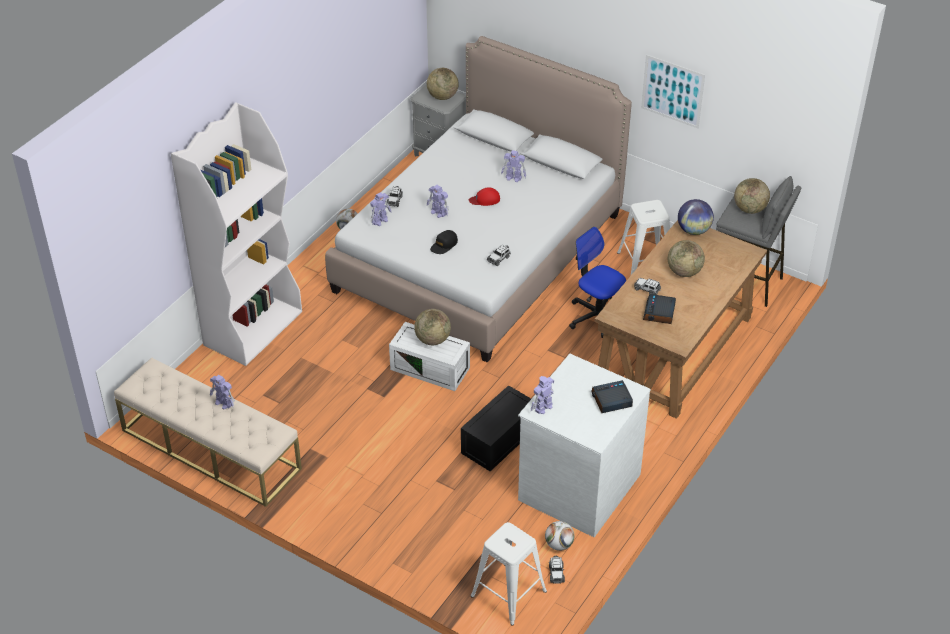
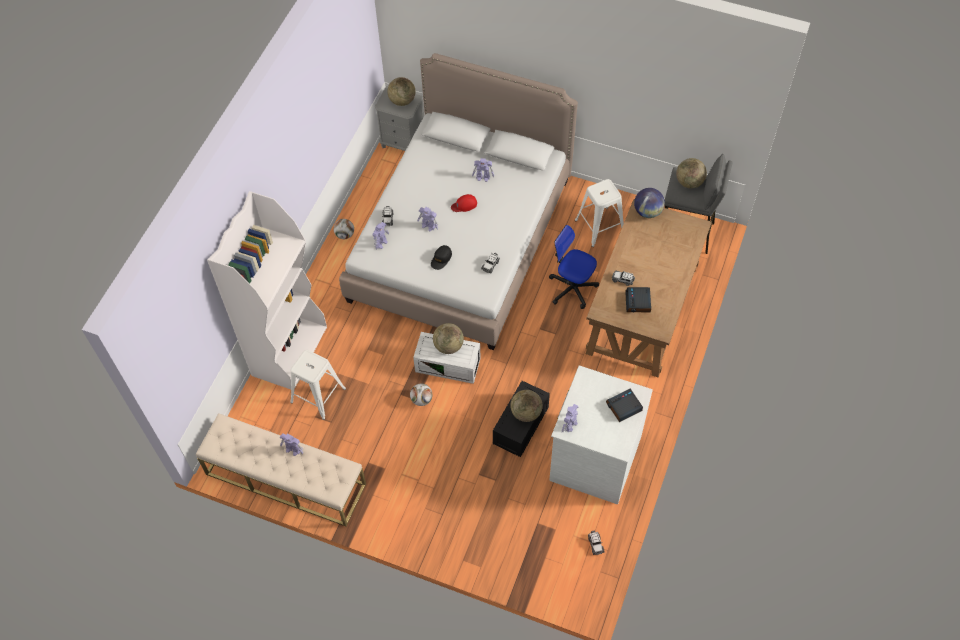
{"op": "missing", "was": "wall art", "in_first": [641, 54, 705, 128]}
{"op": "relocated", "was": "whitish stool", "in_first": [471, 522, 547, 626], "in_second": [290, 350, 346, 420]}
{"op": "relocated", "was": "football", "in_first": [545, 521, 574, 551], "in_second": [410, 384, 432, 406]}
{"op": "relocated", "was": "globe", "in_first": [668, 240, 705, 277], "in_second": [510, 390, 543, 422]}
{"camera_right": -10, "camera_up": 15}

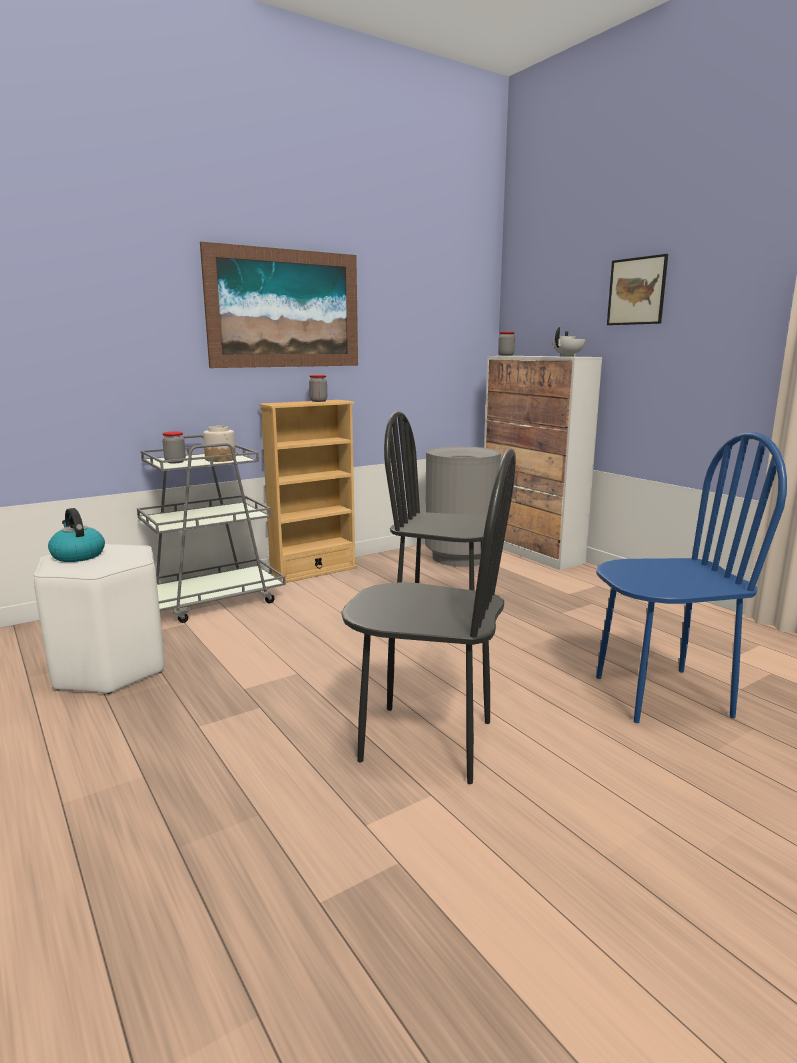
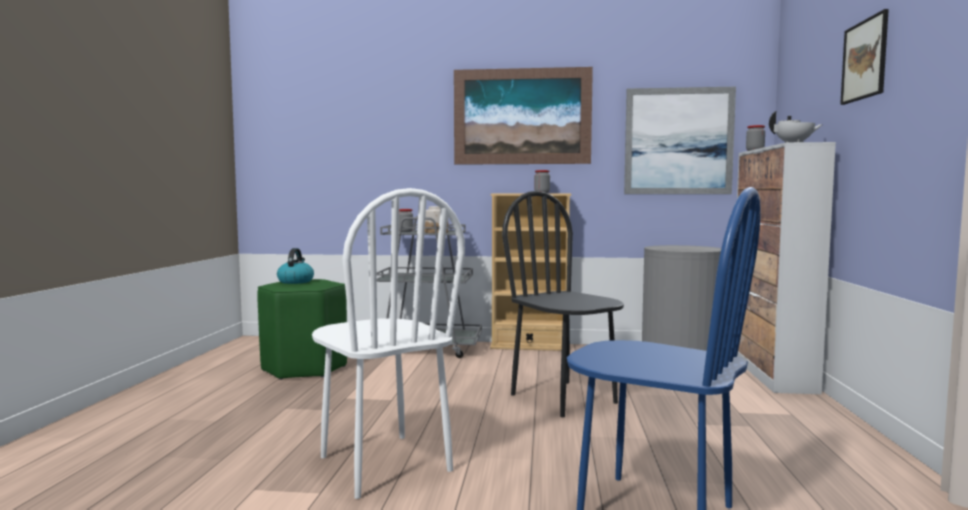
{"op": "appeared", "now": "wall art", "in_second": [624, 87, 736, 194]}
{"op": "colour", "was": "whitish stool", "now": "green stool", "in_first": [34, 544, 164, 694], "in_second": [257, 279, 347, 380]}
{"op": "colour", "was": "blackish upright chair", "now": "whitish upright chair", "in_first": [341, 449, 516, 784], "in_second": [312, 188, 465, 499]}
{"camera_right": 40, "camera_up": -10}

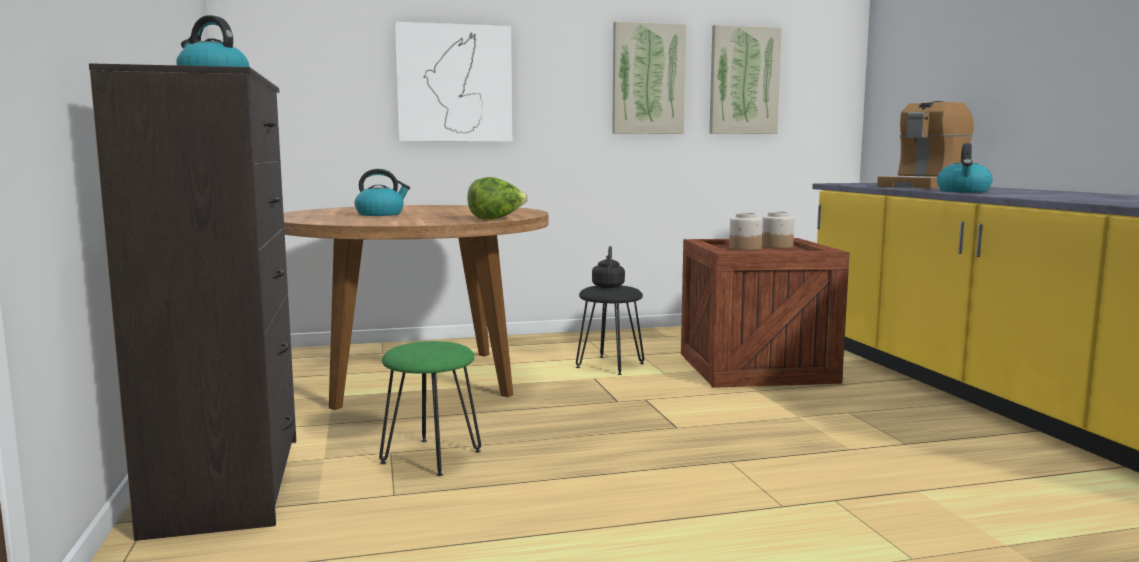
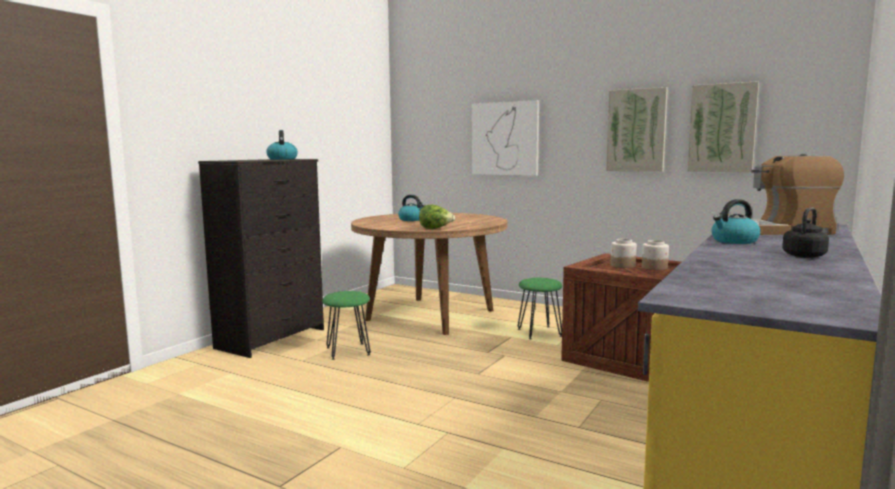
{"op": "relocated", "was": "blackish water kettle", "in_first": [592, 246, 625, 288], "in_second": [782, 208, 829, 258]}
{"op": "colour", "was": "blackish stool", "now": "green stool", "in_first": [576, 285, 644, 375], "in_second": [518, 278, 562, 339]}
{"camera_right": 45, "camera_up": 0}

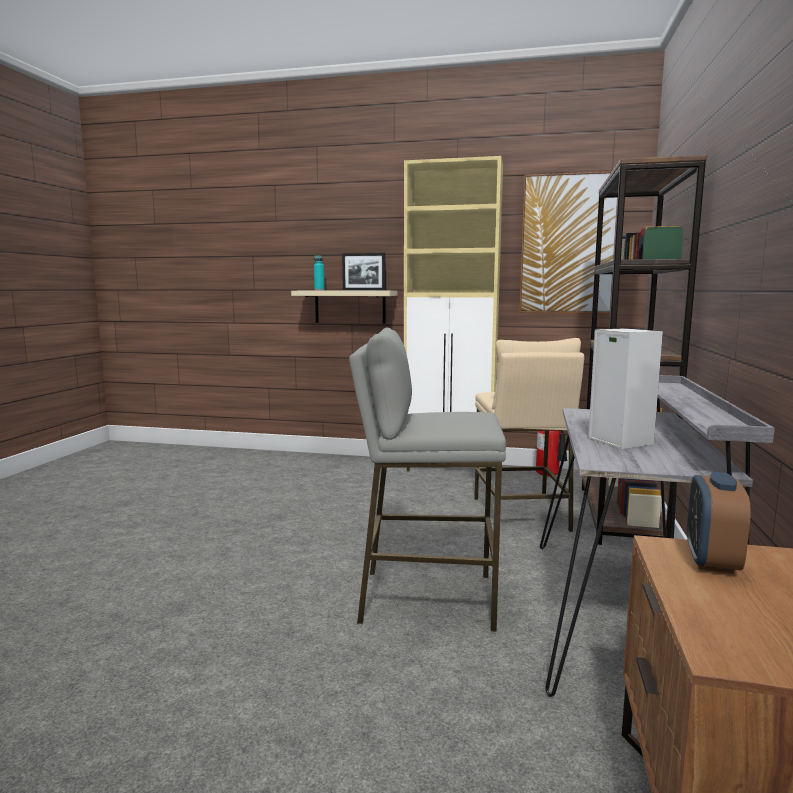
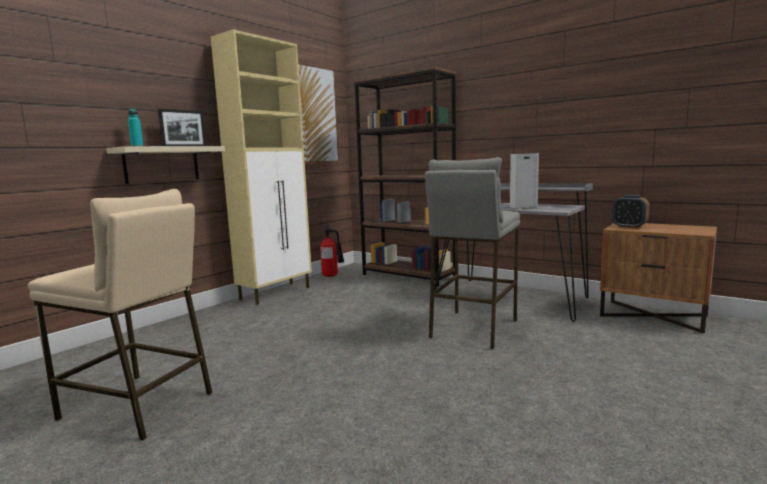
{"op": "relocated", "was": "beige stool", "in_first": [474, 338, 584, 532], "in_second": [28, 189, 212, 441]}
{"camera_right": -65, "camera_up": 0}

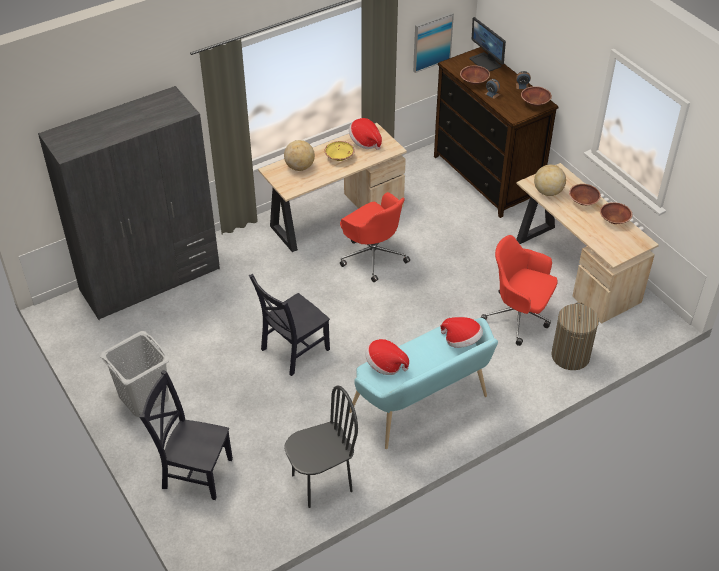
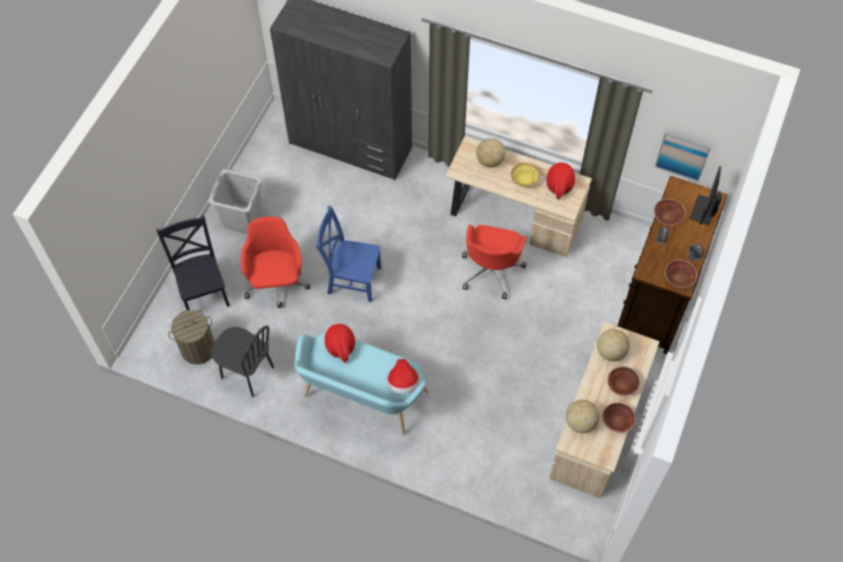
{"op": "appeared", "now": "globe", "in_second": [566, 400, 600, 433]}
{"op": "relocated", "was": "reddish office chair", "in_first": [480, 235, 557, 346], "in_second": [241, 216, 310, 308]}
{"op": "relocated", "was": "washing basket", "in_first": [551, 302, 599, 370], "in_second": [168, 310, 215, 365]}
{"op": "colour", "was": "blackish upright chair", "now": "blue upright chair", "in_first": [249, 274, 330, 376], "in_second": [316, 206, 381, 302]}
{"camera_right": 55, "camera_up": 15}

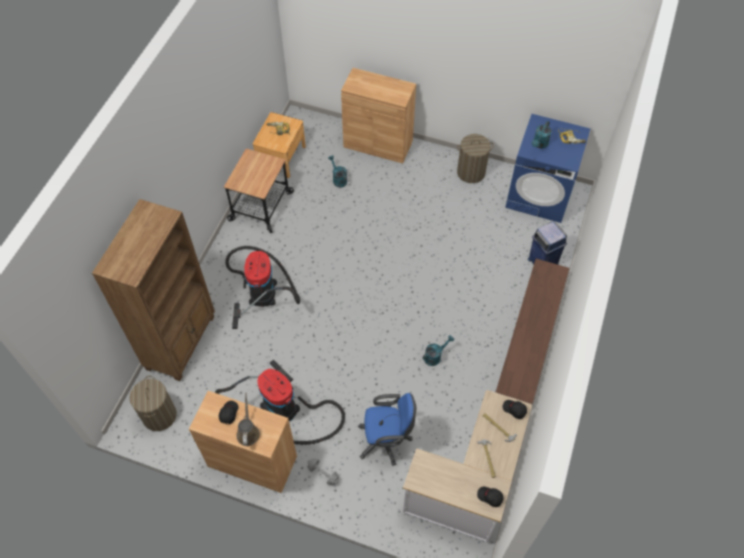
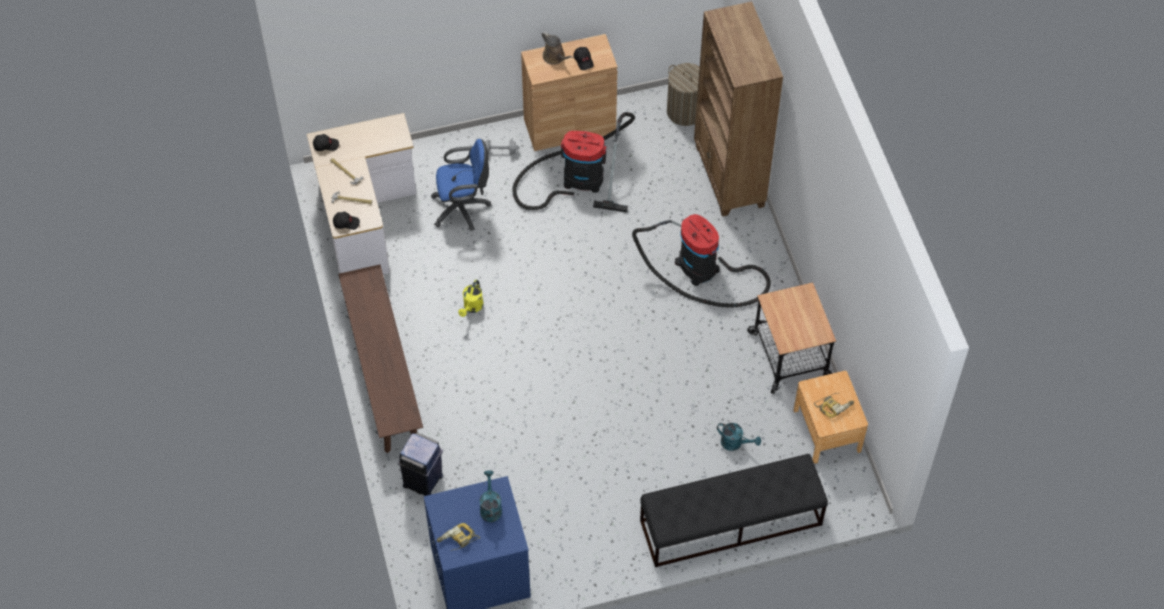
{"op": "missing", "was": "washing basket", "in_first": [457, 134, 494, 183]}
{"op": "exchanged", "was": "brown storage cabinet", "now": "blackish bench", "in_first": [341, 68, 416, 164], "in_second": [640, 454, 828, 567]}
{"op": "colour", "was": "turquoise sprinkling can", "now": "yellow-coloured sprinkling can", "in_first": [423, 335, 454, 366], "in_second": [458, 279, 483, 317]}
{"op": "spun", "was": "blue office chair", "in_first": [358, 393, 416, 466], "in_second": [431, 139, 491, 231], "clockwise": -150}
{"camera_right": 145, "camera_up": 0}

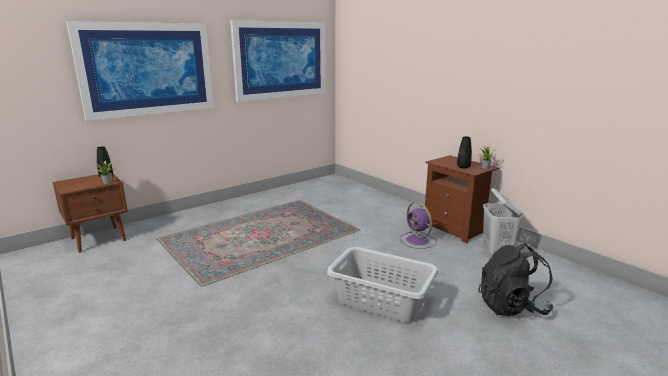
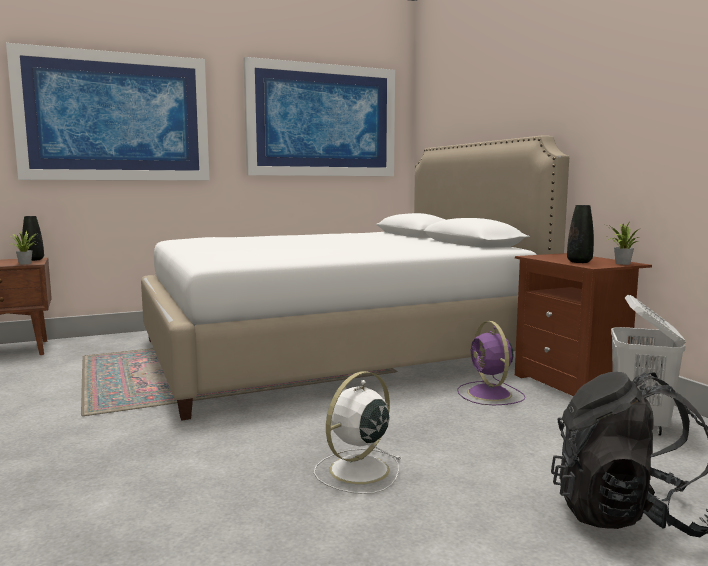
{"op": "appeared", "now": "whitish sleeping bed", "in_second": [141, 135, 569, 421]}
{"op": "exchanged", "was": "grey washing basket", "now": "whitish cooling fan", "in_first": [327, 247, 438, 323], "in_second": [314, 371, 402, 494]}
{"camera_right": 15, "camera_up": -10}

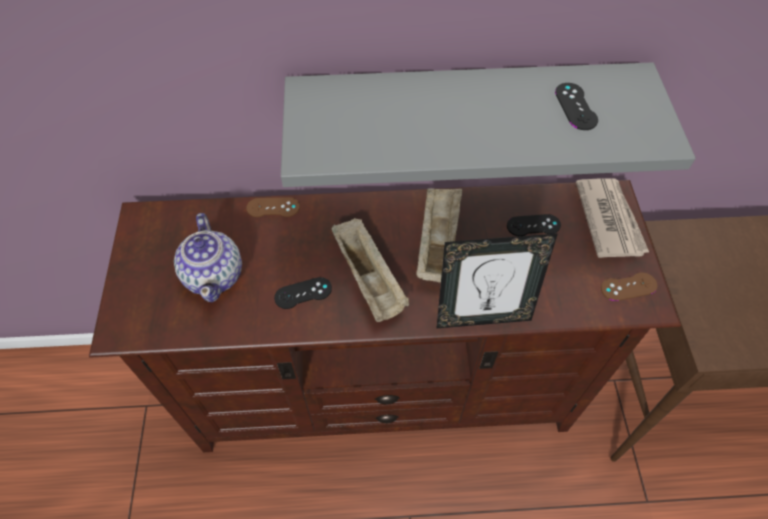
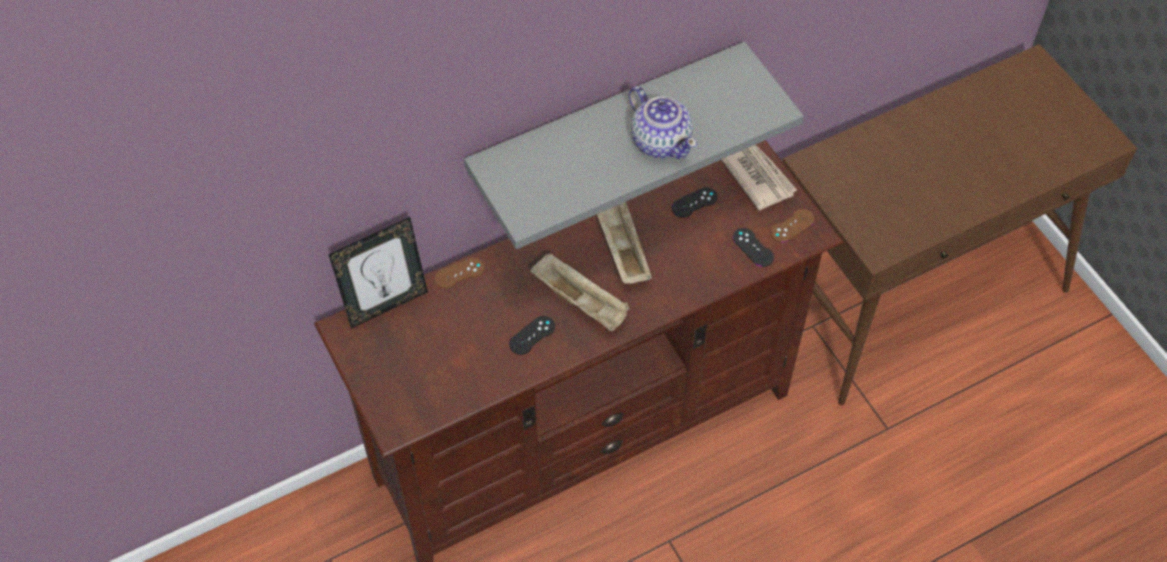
{"op": "relocated", "was": "teapot", "in_first": [174, 213, 242, 302], "in_second": [629, 86, 697, 159]}
{"op": "relocated", "was": "picture frame", "in_first": [436, 233, 558, 329], "in_second": [328, 217, 428, 328]}
{"op": "relocated", "was": "blackish game controller", "in_first": [555, 83, 598, 130], "in_second": [733, 228, 774, 267]}
{"camera_right": -25, "camera_up": 0}

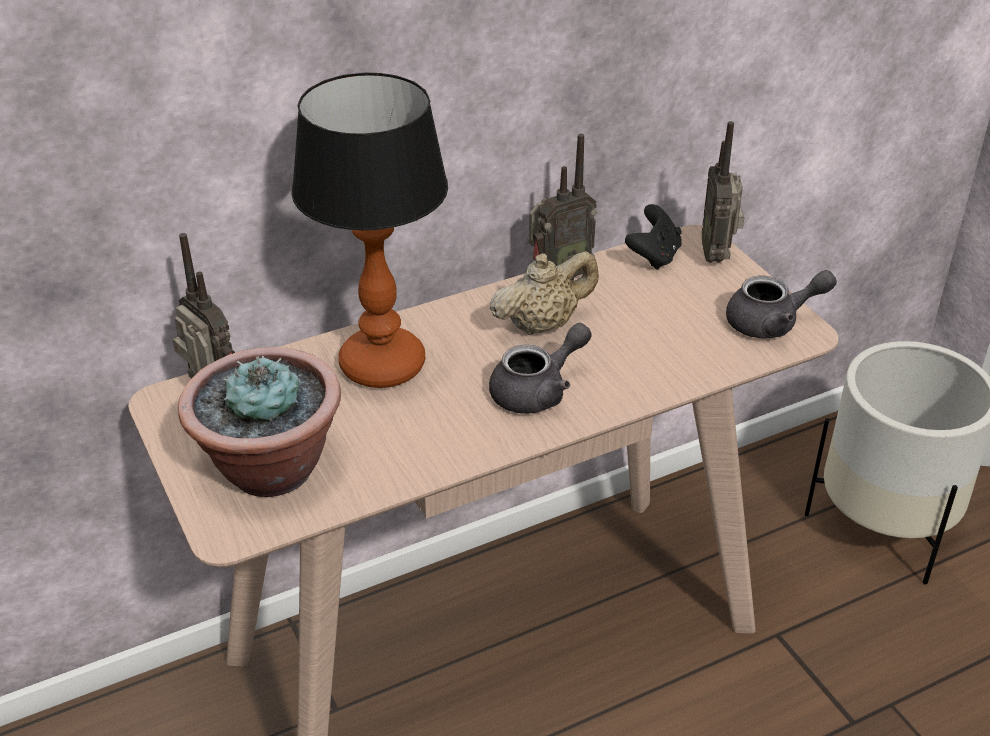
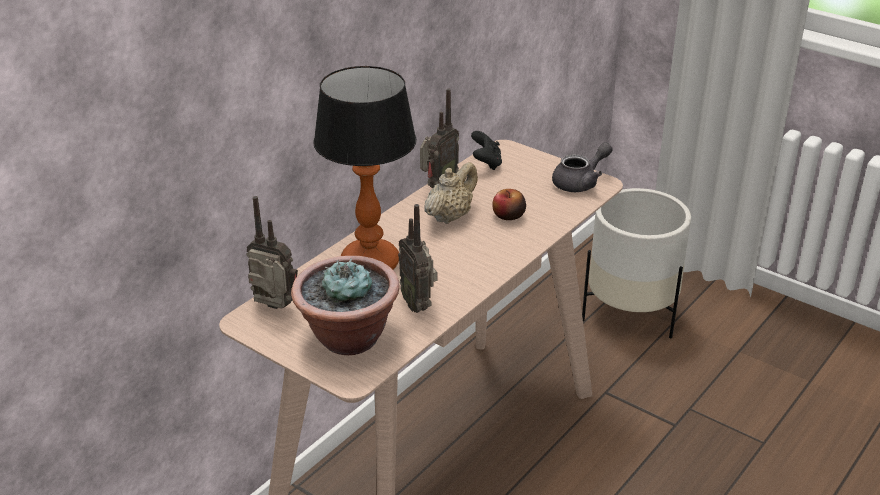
{"op": "missing", "was": "grey teapot", "in_first": [489, 323, 592, 414]}
{"op": "appeared", "now": "whole apple", "in_second": [492, 189, 526, 220]}
{"op": "relocated", "was": "radio set", "in_first": [702, 121, 744, 263], "in_second": [398, 204, 437, 313]}
{"camera_right": -25, "camera_up": -5}

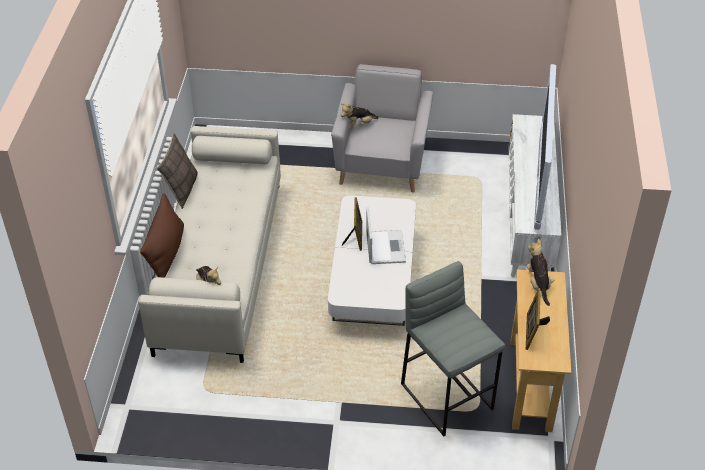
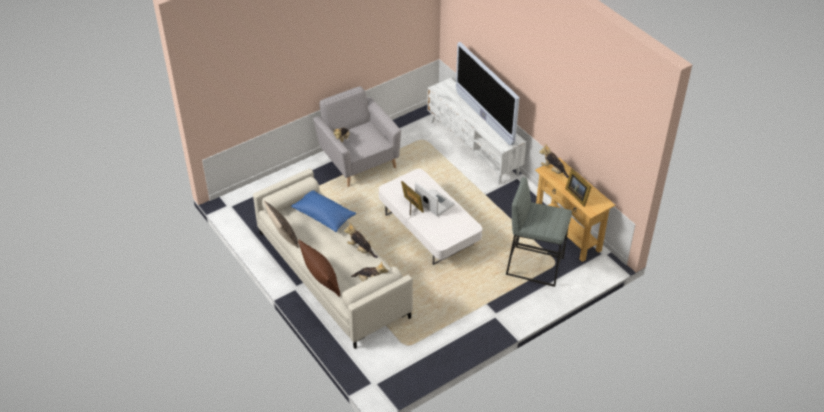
{"op": "appeared", "now": "blue throw pillow", "in_second": [291, 191, 356, 232]}
{"op": "appeared", "now": "cuddly toy", "in_second": [344, 223, 378, 258]}
{"camera_right": -40, "camera_up": 0}

